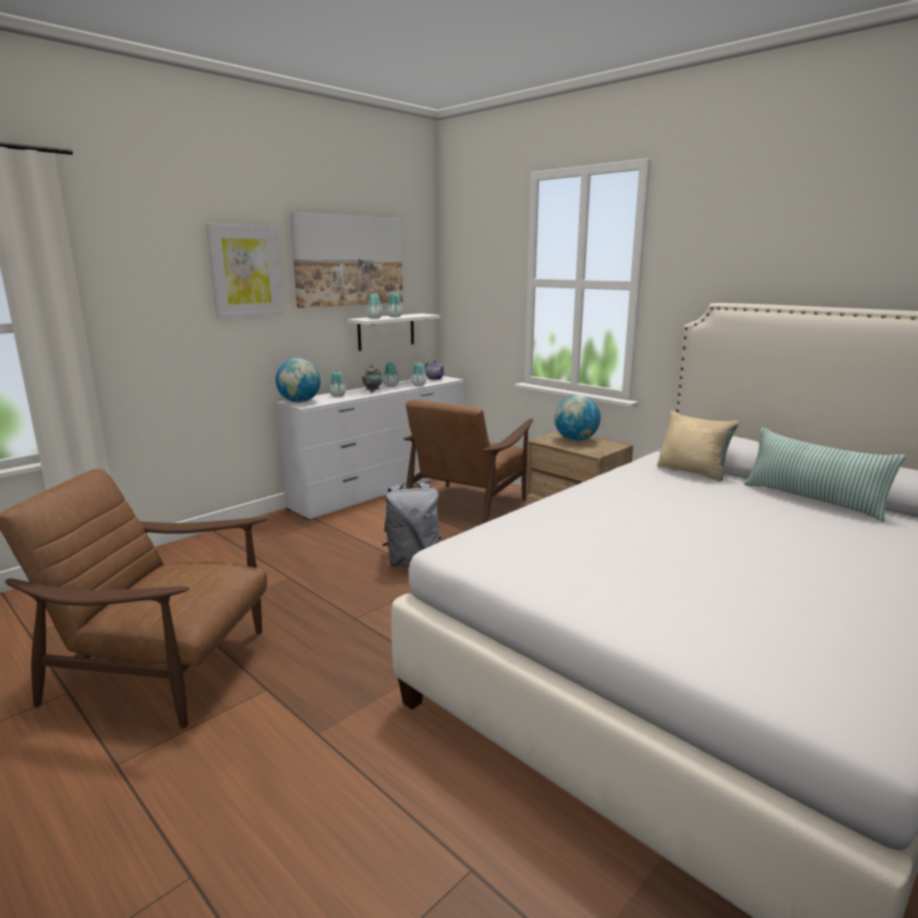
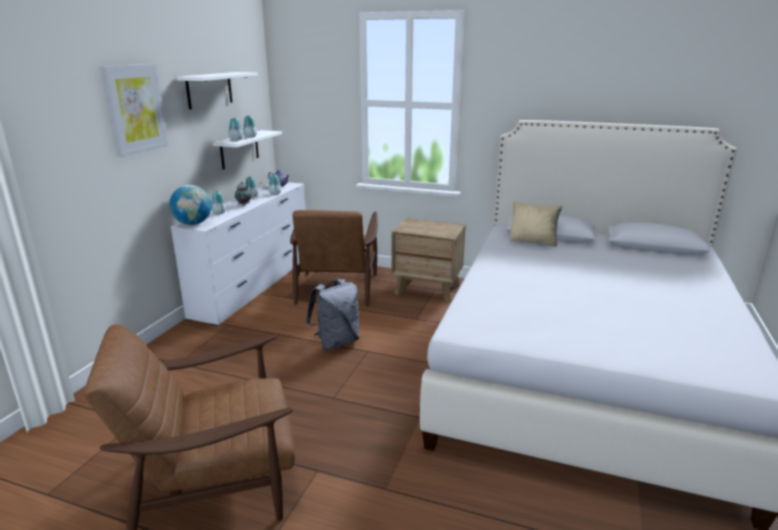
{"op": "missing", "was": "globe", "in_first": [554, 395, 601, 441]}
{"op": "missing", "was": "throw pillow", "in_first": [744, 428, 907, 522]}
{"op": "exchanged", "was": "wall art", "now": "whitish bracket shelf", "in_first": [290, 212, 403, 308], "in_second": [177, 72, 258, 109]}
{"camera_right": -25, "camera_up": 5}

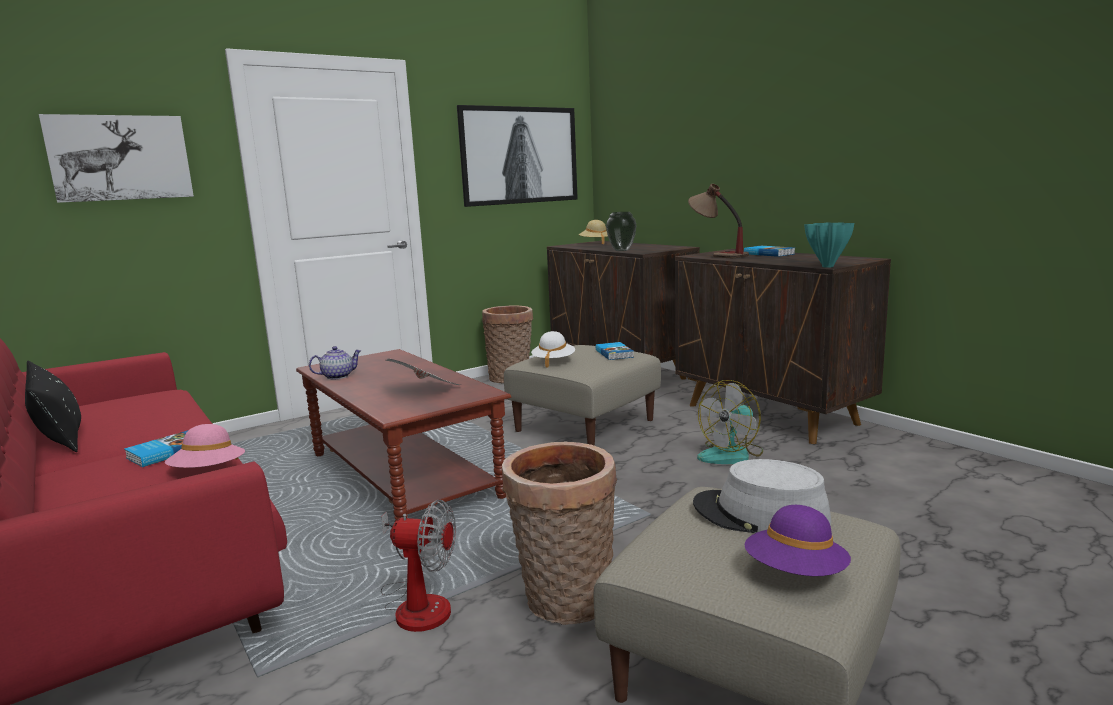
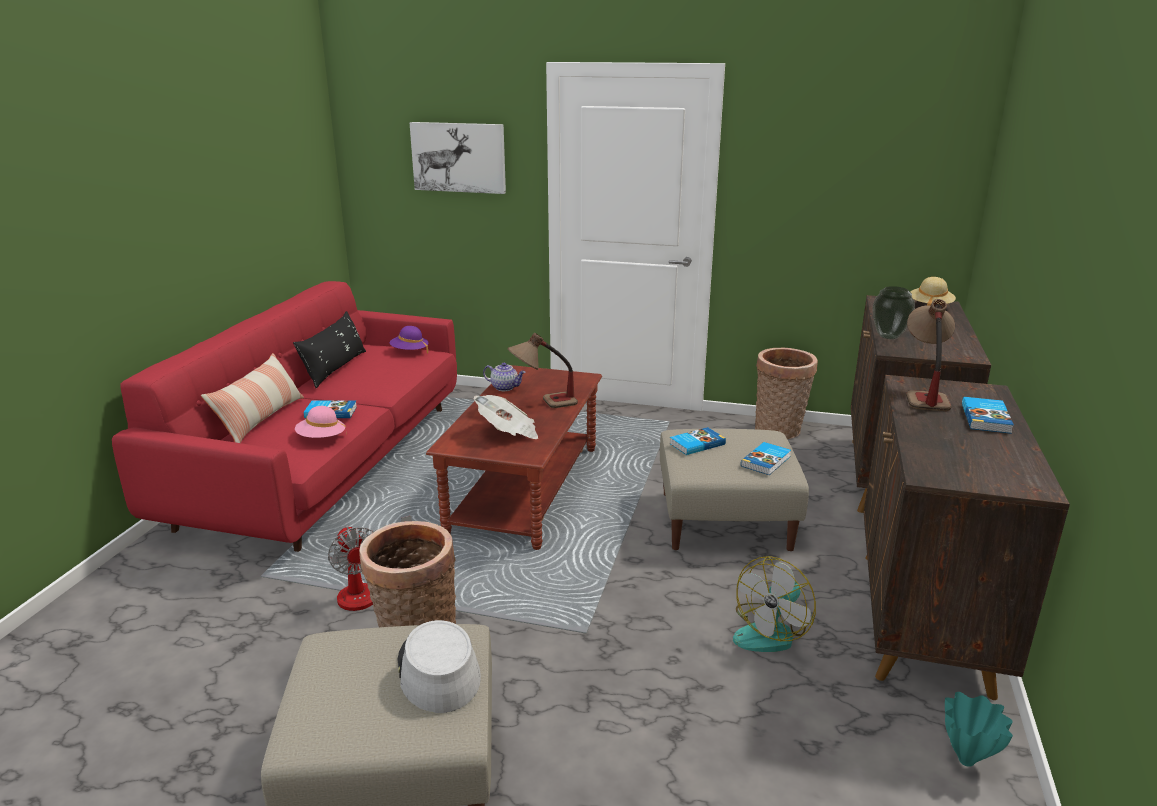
{"op": "missing", "was": "wall art", "in_first": [457, 105, 578, 207]}
{"op": "appeared", "now": "throw pillow", "in_second": [201, 353, 304, 443]}
{"op": "appeared", "now": "tabletop lamp", "in_second": [508, 333, 578, 408]}
{"op": "relocated", "was": "purple clothing hat", "in_first": [744, 505, 851, 576], "in_second": [390, 326, 429, 353]}
{"op": "relocated", "was": "turquoise vase", "in_first": [804, 222, 854, 268], "in_second": [945, 692, 1013, 767]}
{"op": "exchanged", "was": "whitish clothing hat", "now": "bound book", "in_first": [531, 331, 575, 368], "in_second": [669, 427, 726, 455]}
{"op": "spun", "was": "cooling fan", "in_first": [697, 380, 763, 464], "in_second": [733, 556, 816, 652], "clockwise": -60}
{"camera_right": 50, "camera_up": 10}

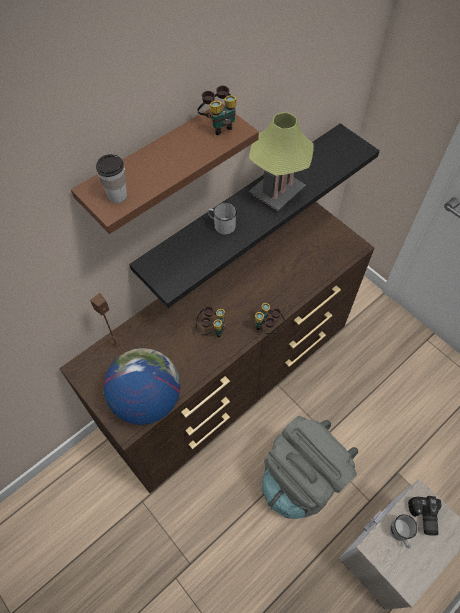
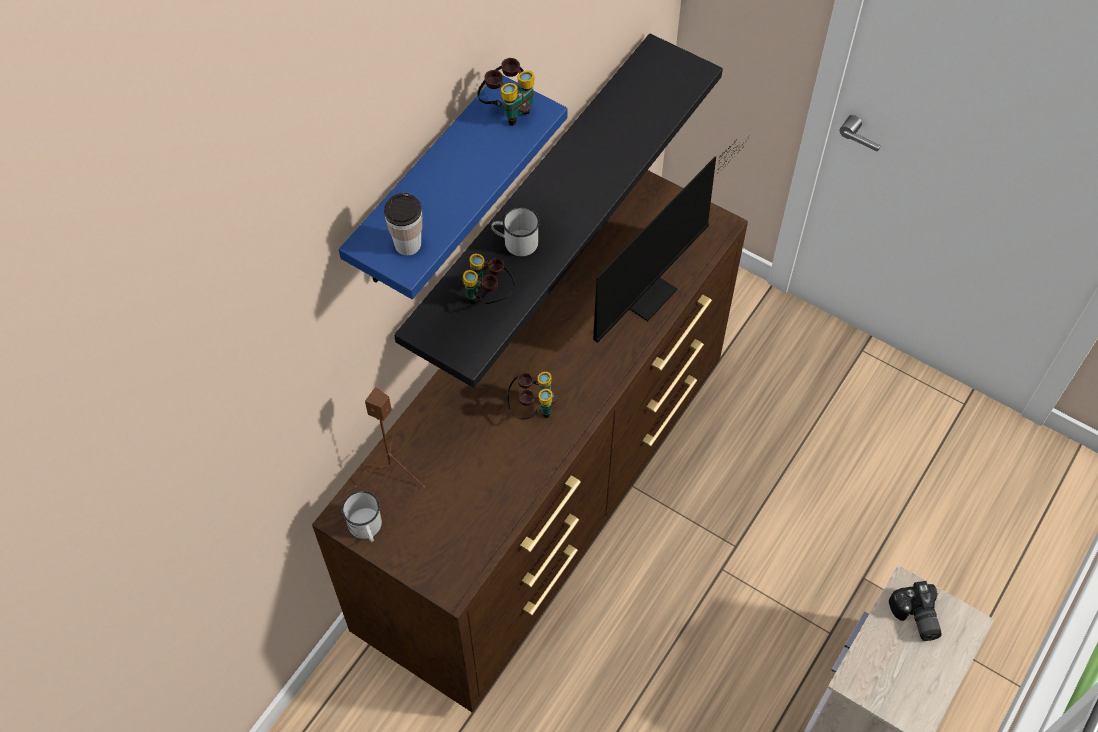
{"op": "missing", "was": "globe", "in_first": [104, 348, 180, 425]}
{"op": "missing", "was": "tabletop lamp", "in_first": [249, 112, 313, 211]}
{"op": "missing", "was": "grey knapsack", "in_first": [262, 416, 358, 519]}
{"op": "appeared", "now": "monitor", "in_second": [593, 135, 750, 343]}
{"op": "relocated", "was": "binoculars", "in_first": [255, 303, 285, 334], "in_second": [462, 253, 515, 304]}
{"op": "relocated", "was": "whitish mug", "in_first": [390, 514, 418, 548], "in_second": [342, 491, 382, 542]}
{"op": "colour", "was": "brown bracket shelf", "now": "blue bracket shelf", "in_first": [71, 104, 259, 234], "in_second": [339, 76, 568, 299]}
{"camera_right": -15, "camera_up": 0}

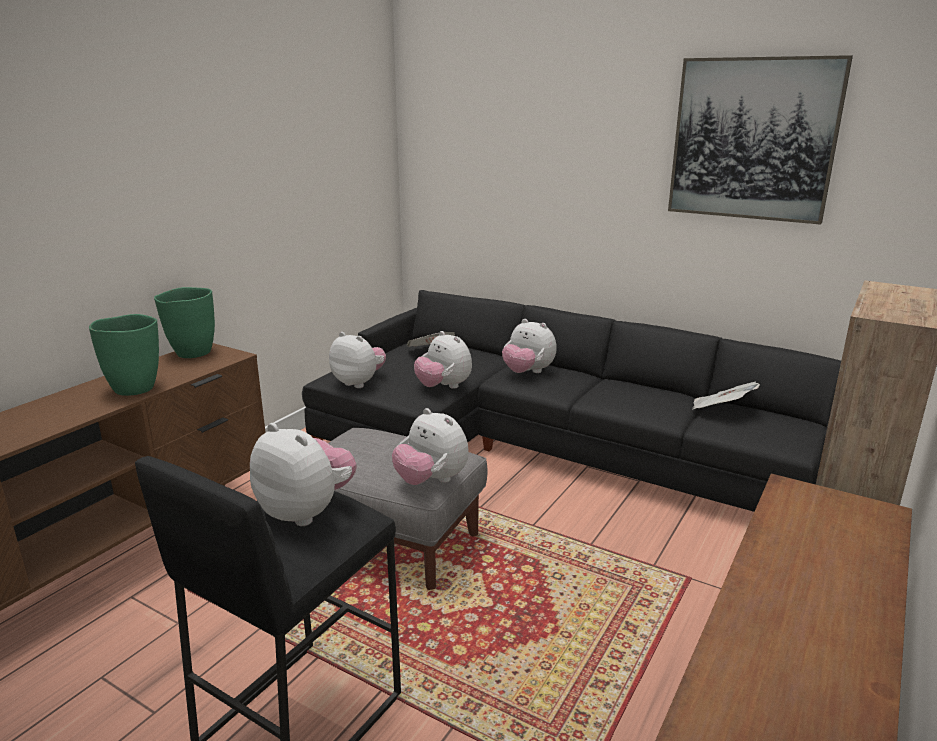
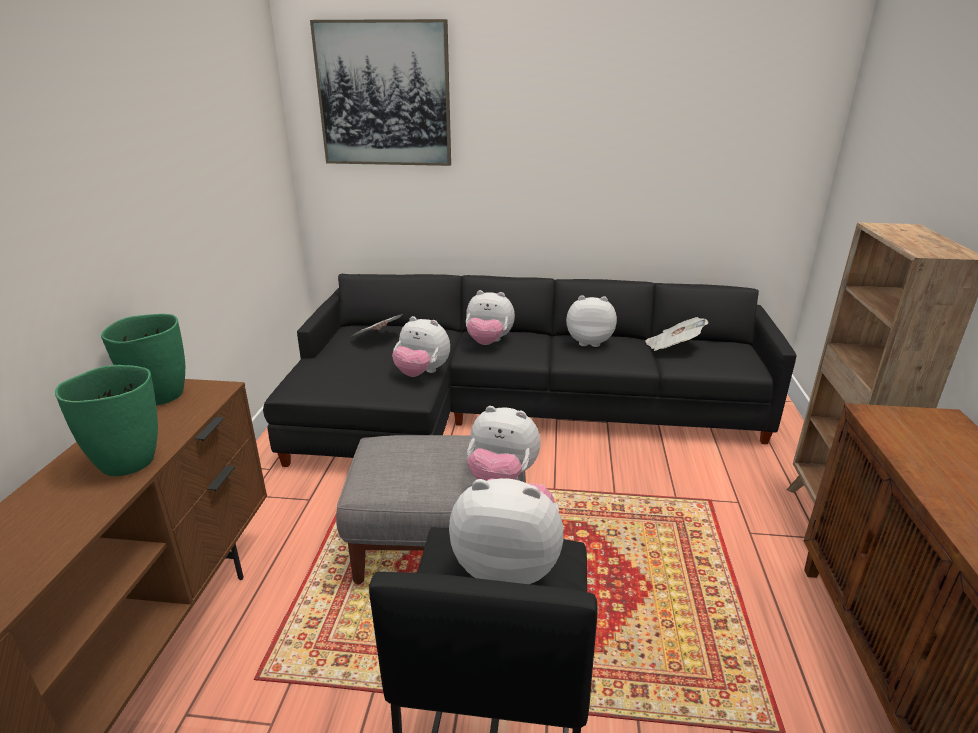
{"op": "relocated", "was": "cuddly toy", "in_first": [329, 332, 386, 388], "in_second": [566, 295, 617, 347]}
{"op": "relocated", "was": "wall art", "in_first": [668, 55, 853, 225], "in_second": [310, 19, 451, 166]}
{"camera_right": -25, "camera_up": 5}

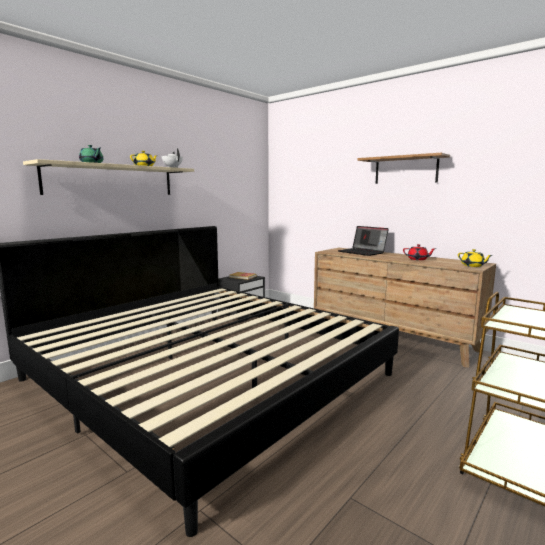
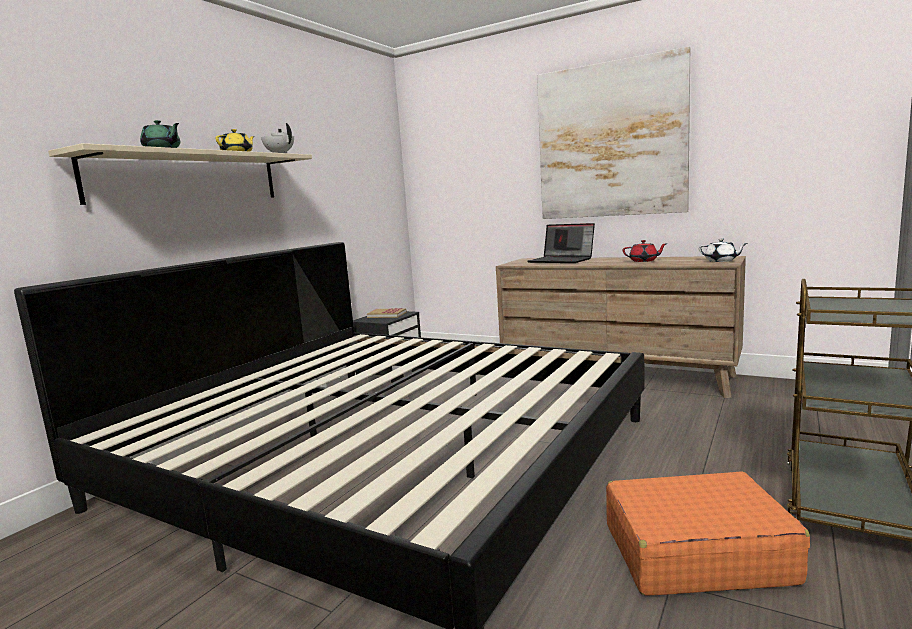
{"op": "appeared", "now": "orange-coloured suitcase", "in_second": [606, 471, 810, 596]}
{"op": "exchanged", "was": "bracket shelf", "now": "wall art", "in_first": [358, 153, 450, 184], "in_second": [537, 47, 690, 219]}
{"op": "colour", "was": "yellow-coloured teapot", "now": "whitish teapot", "in_first": [458, 249, 492, 267], "in_second": [699, 238, 748, 262]}
{"camera_right": -10, "camera_up": 0}

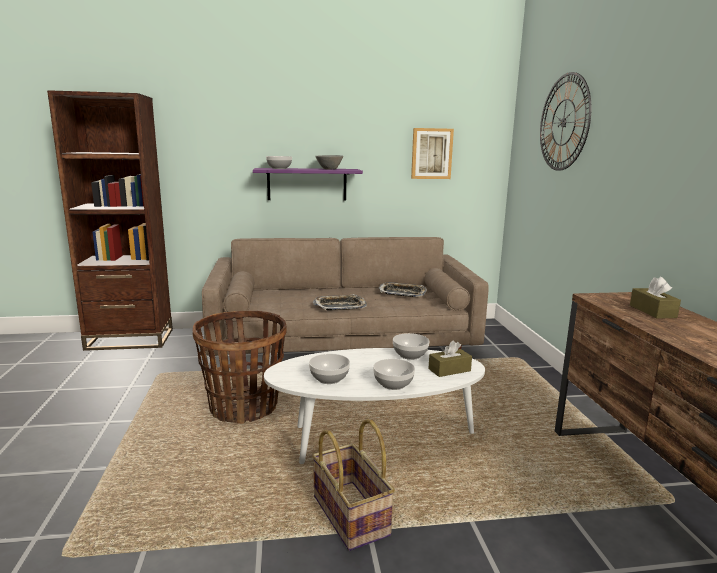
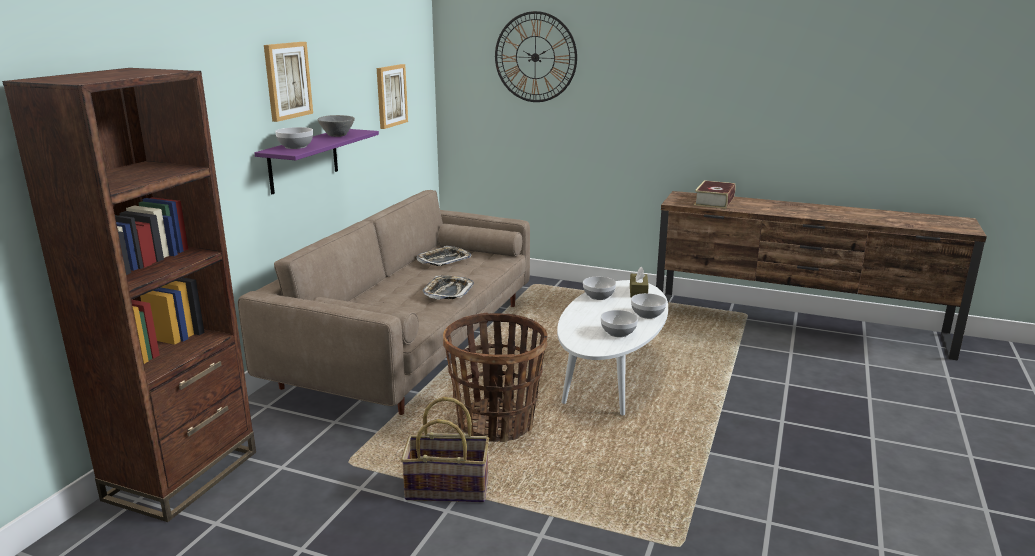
{"op": "appeared", "now": "wall art", "in_second": [264, 42, 313, 122]}
{"op": "relocated", "was": "storage basket", "in_first": [312, 419, 395, 551], "in_second": [401, 397, 489, 502]}
{"op": "exchanged", "was": "brown tissue box", "now": "bound book", "in_first": [630, 276, 681, 319], "in_second": [694, 180, 735, 209]}
{"camera_right": -60, "camera_up": 5}

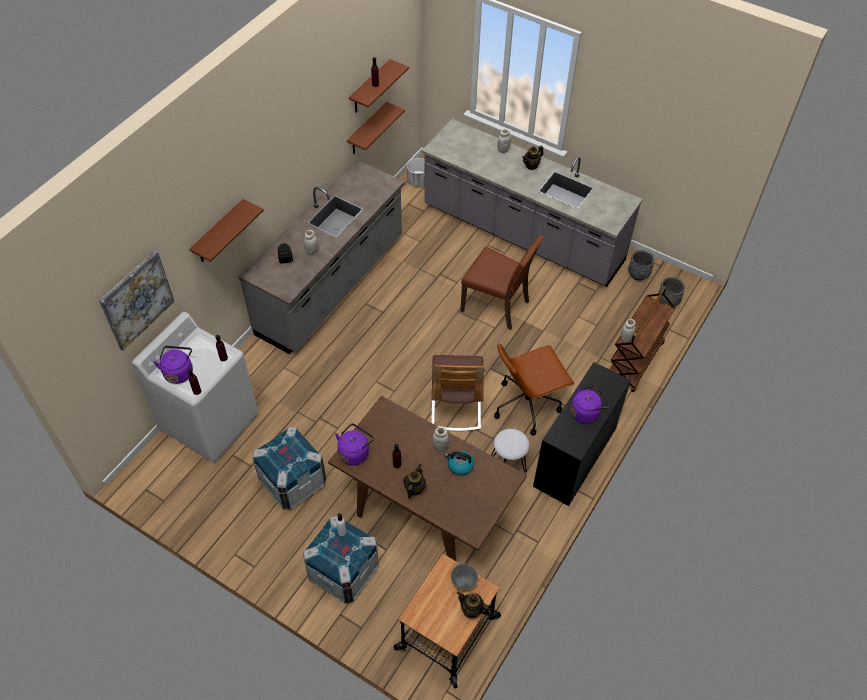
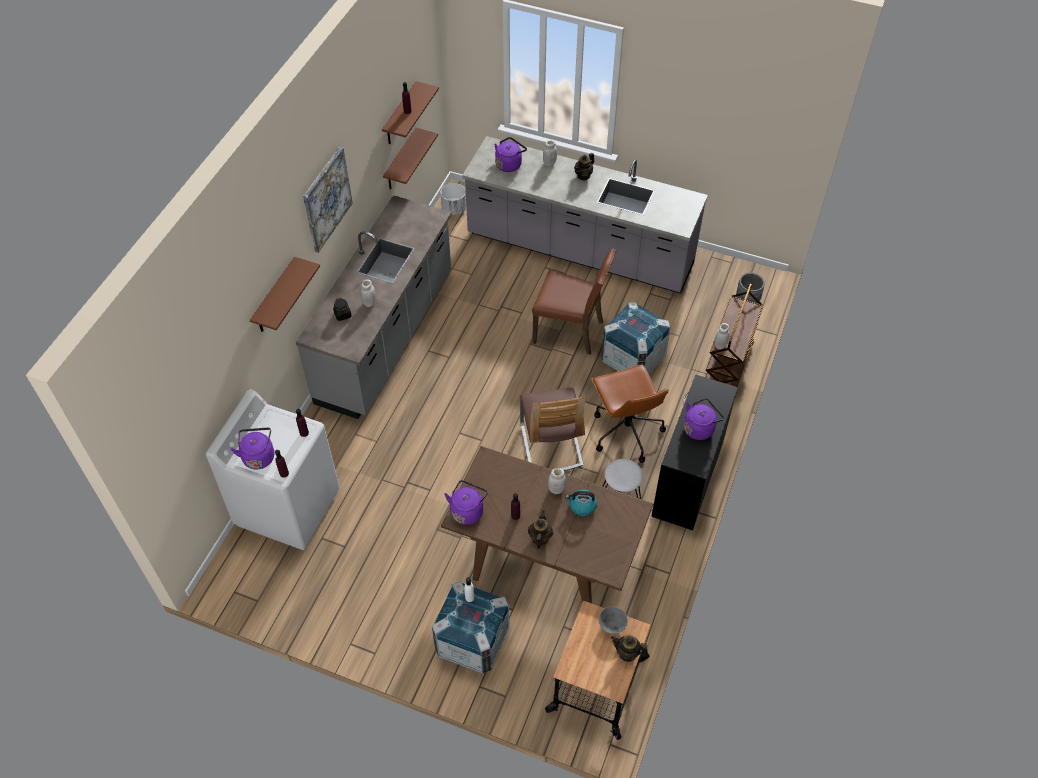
{"op": "missing", "was": "grey plant pot", "in_first": [628, 250, 655, 281]}
{"op": "appeared", "now": "purple water kettle", "in_second": [494, 137, 527, 172]}
{"op": "relocated", "was": "wall art", "in_first": [99, 250, 174, 351], "in_second": [303, 147, 353, 253]}
{"op": "relocated", "was": "shipping crate", "in_first": [253, 427, 326, 510], "in_second": [601, 302, 670, 374]}
{"op": "spun", "was": "brown office chair", "in_first": [494, 343, 575, 435], "in_second": [591, 364, 669, 463], "clockwise": -75}
{"camera_right": -10, "camera_up": 0}

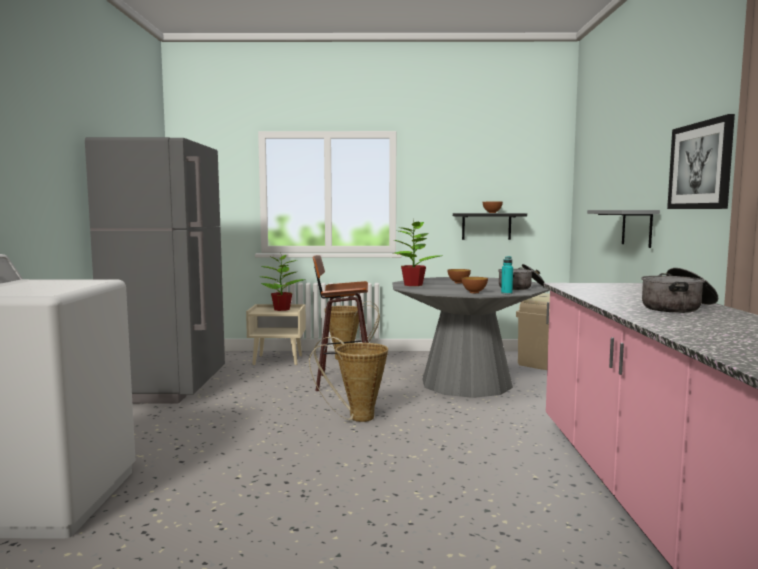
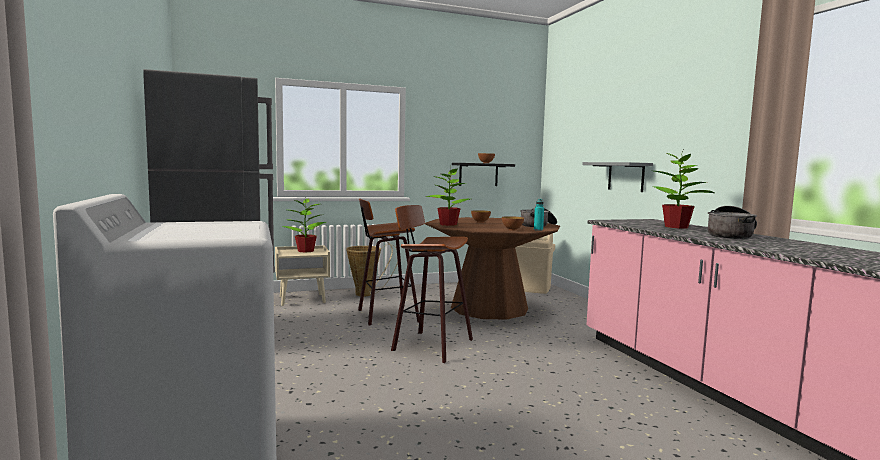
{"op": "missing", "was": "wall art", "in_first": [667, 114, 735, 209]}
{"op": "appeared", "now": "plant in a pot", "in_second": [652, 150, 715, 228]}
{"op": "exchanged", "was": "storage basket", "now": "stool", "in_first": [309, 337, 388, 422], "in_second": [391, 205, 473, 363]}
{"op": "colour", "was": "grey kitchen table", "now": "brown kitchen table", "in_first": [392, 277, 550, 398], "in_second": [425, 217, 560, 319]}
{"camera_right": -20, "camera_up": 0}

